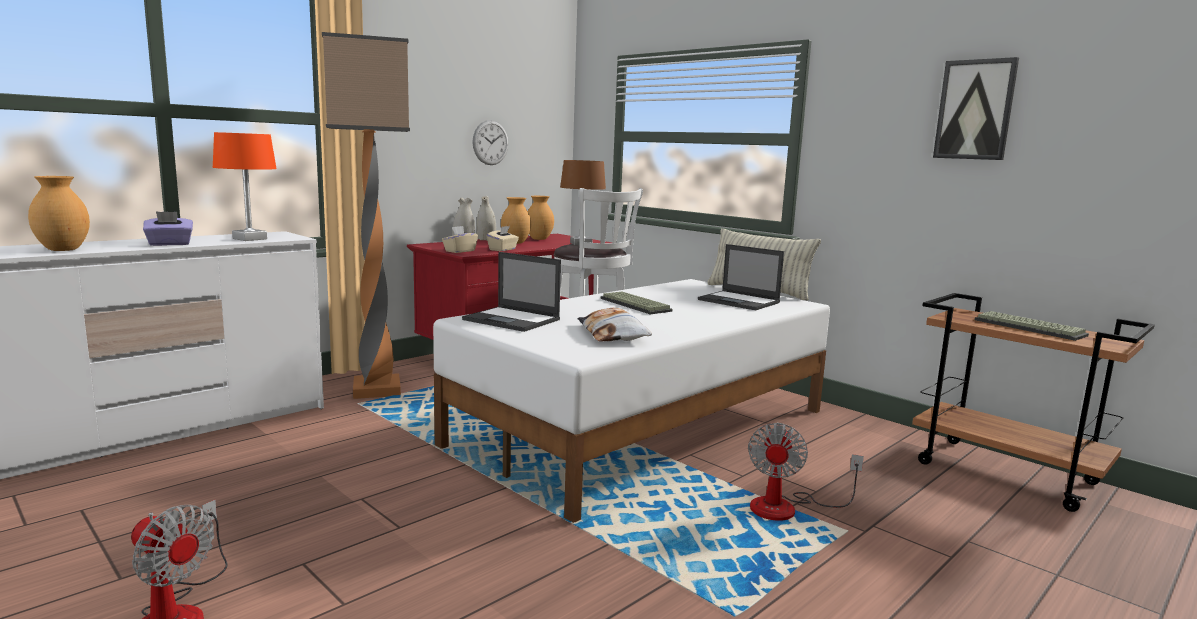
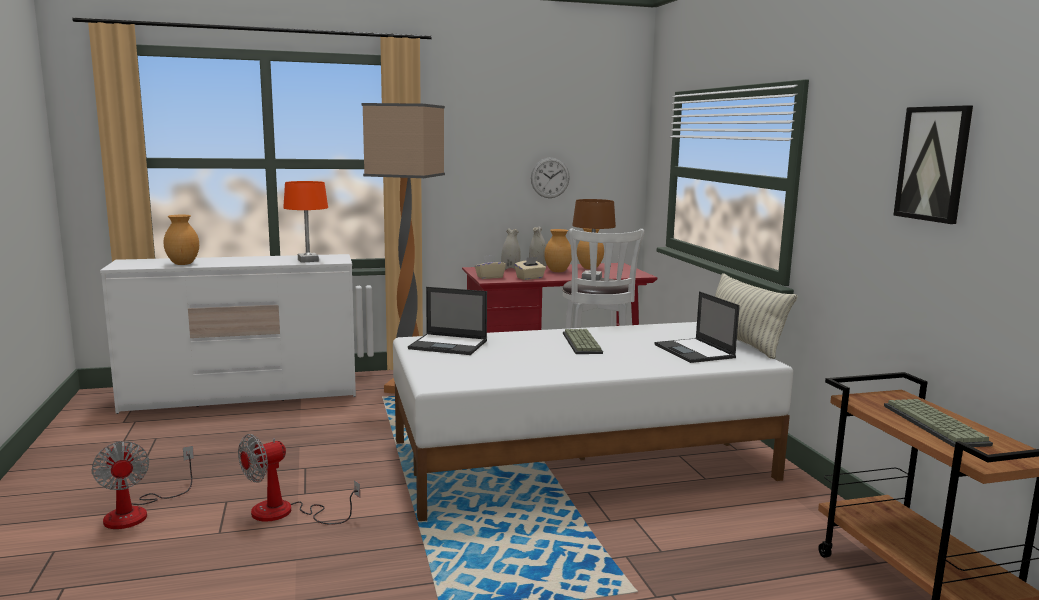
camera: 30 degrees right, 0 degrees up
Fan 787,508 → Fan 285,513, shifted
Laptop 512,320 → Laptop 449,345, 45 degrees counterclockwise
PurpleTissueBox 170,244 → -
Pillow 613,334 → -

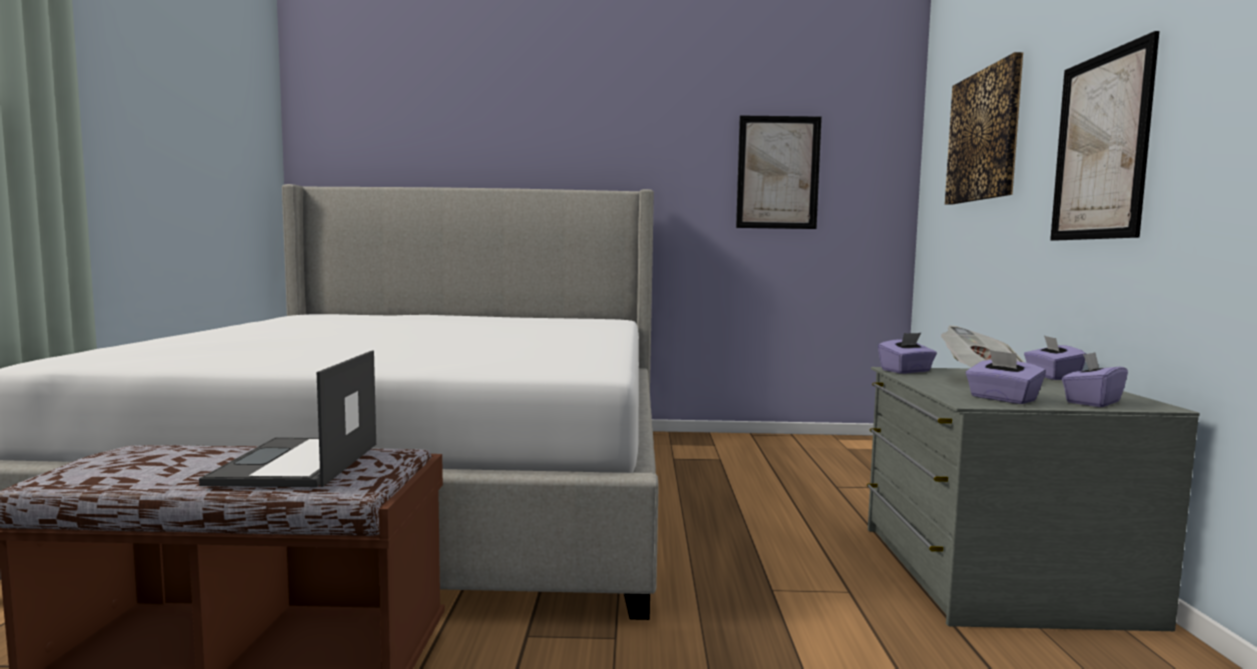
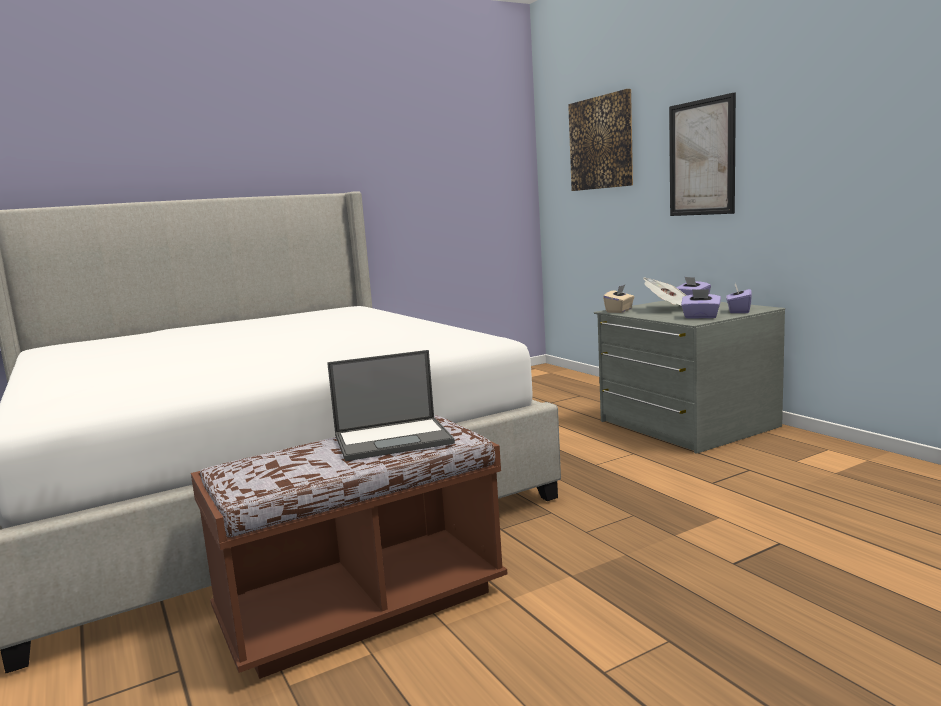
camera: 30 degrees left, 5 degrees up
Laptop 297,464 → Laptop 394,439, 75 degrees counterclockwise
PurpleTissueBox 906,371 → BeigeTissueBox 619,311
Picture 778,173 → -

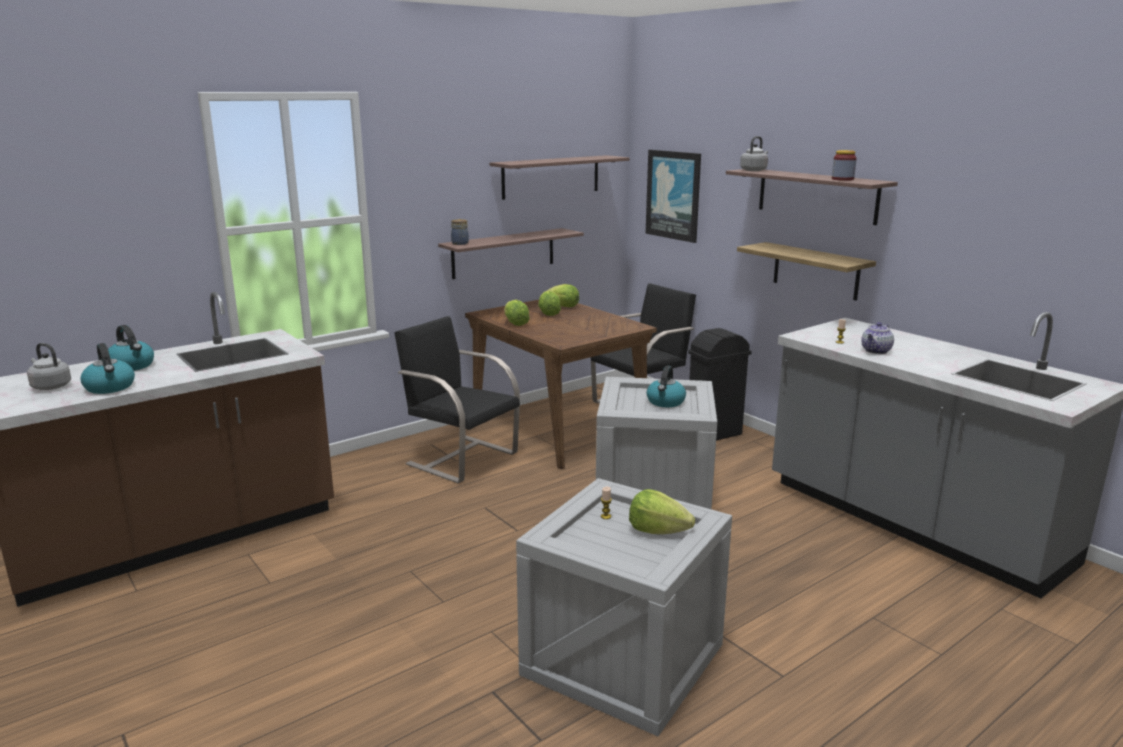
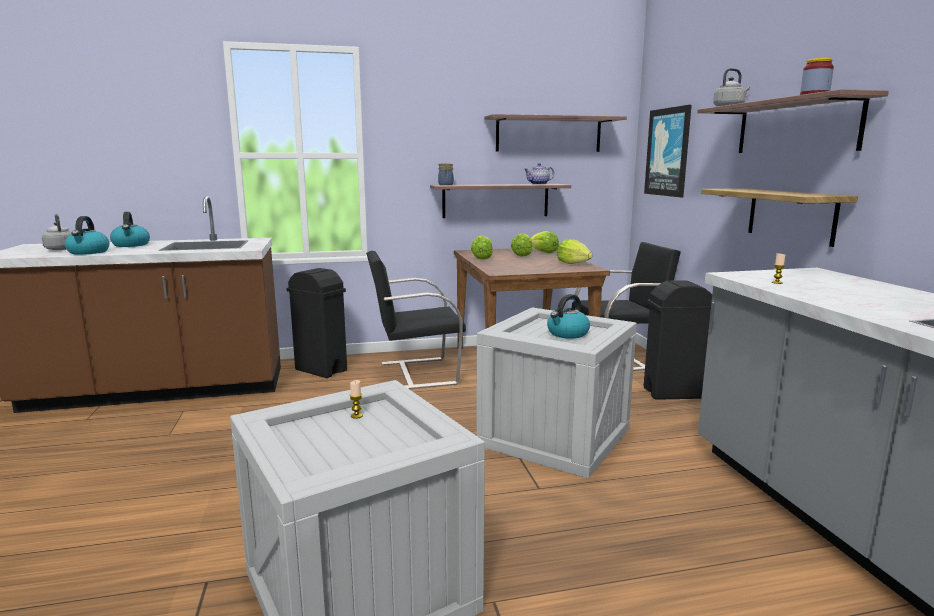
camera: 25 degrees right, 5 degrees down
- → BlackTrashCan 321,370
BlackChair 461,458 → BlackChair 416,373, 75 degrees counterclockwise
Teapot 876,351 → Teapot 538,184, shifted
Lettuce 657,530 → Lettuce 573,263, shifted

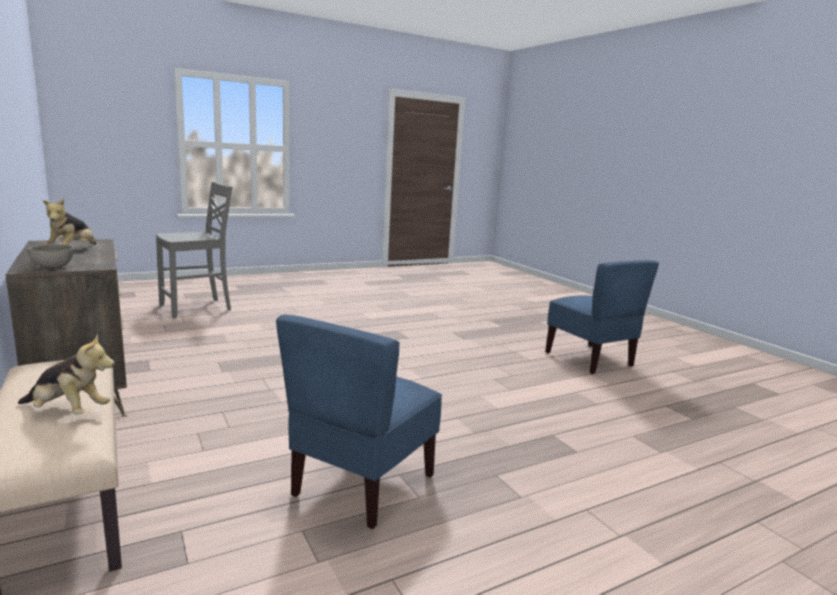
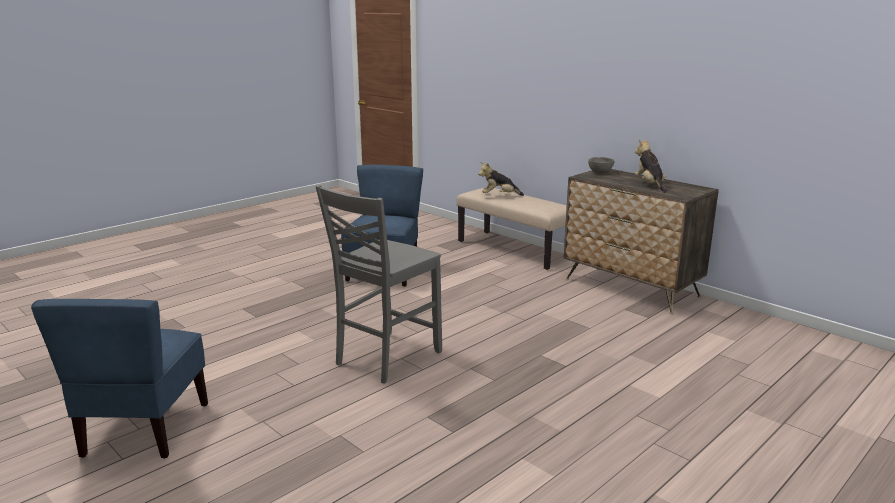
camera: 165 degrees right, 5 degrees up
BlueChair 590,359 → BlueChair 144,430, 135 degrees counterclockwise
GreyChair 197,308 → GreyChair 385,358, shifted

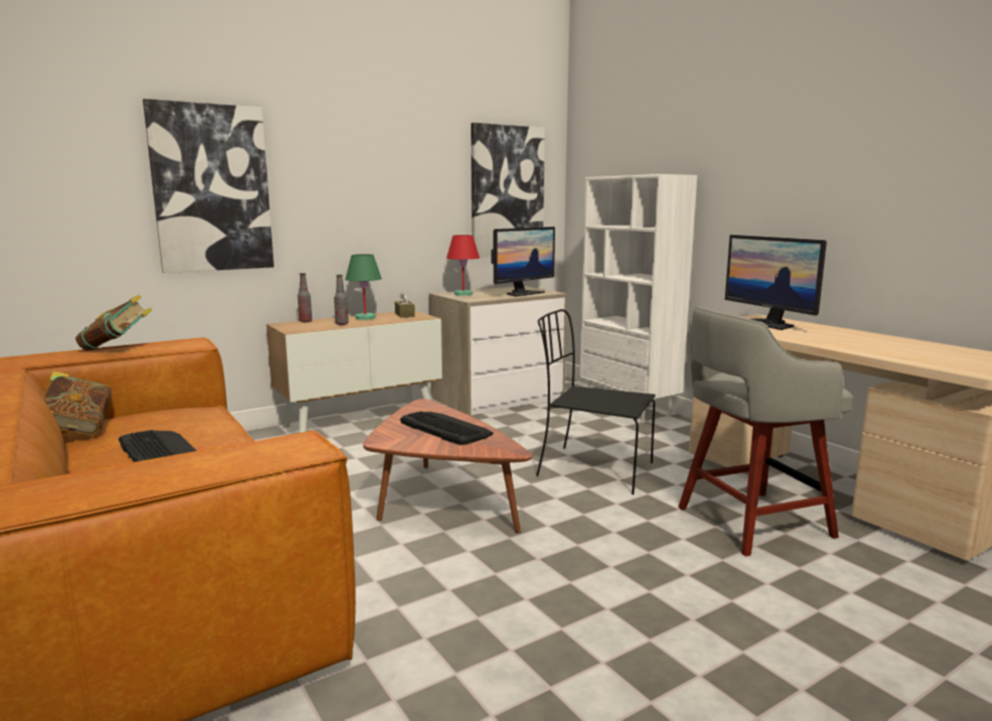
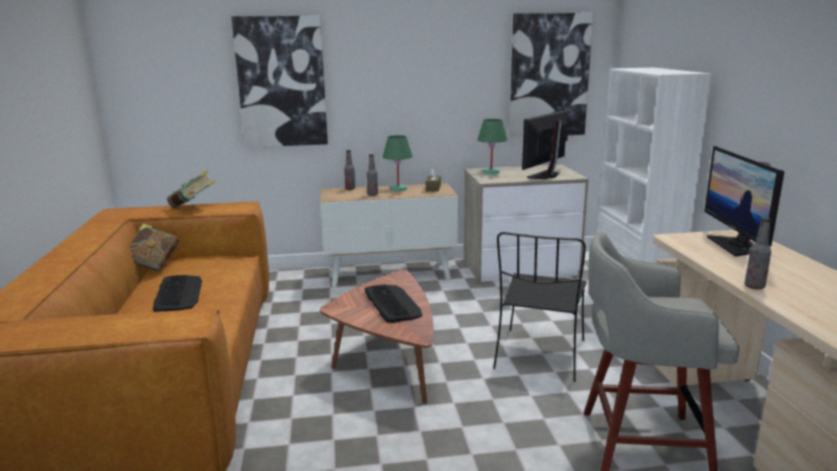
camera: 25 degrees right, 5 degrees up
RedTableLamp 463,294 → GreenTableLamp 491,172
BlackChair 592,469 → BlackChair 539,356, 120 degrees counterclockwise
Monitor 522,293 → Monitor 545,175, 150 degrees clockwise
- → Bottle 754,287

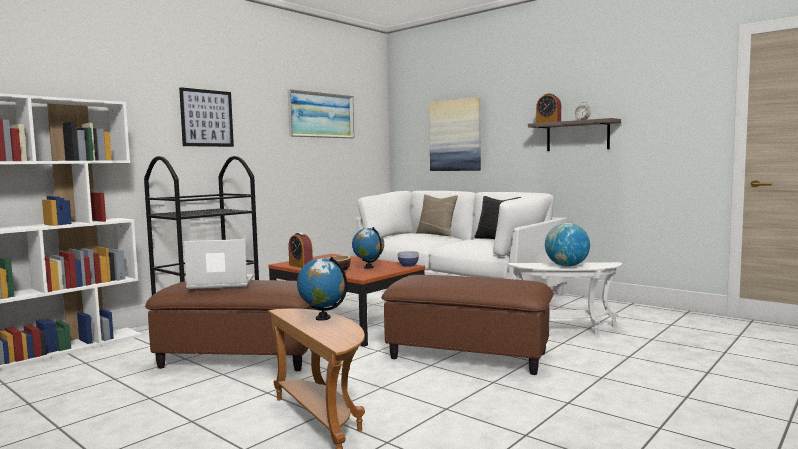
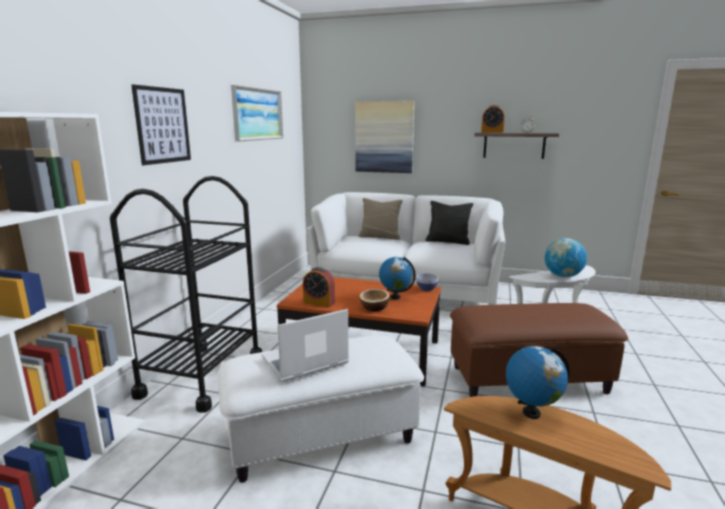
camera: 25 degrees left, 10 degrees up
BrownOttoman 239,359 → WhiteOttoman 321,438

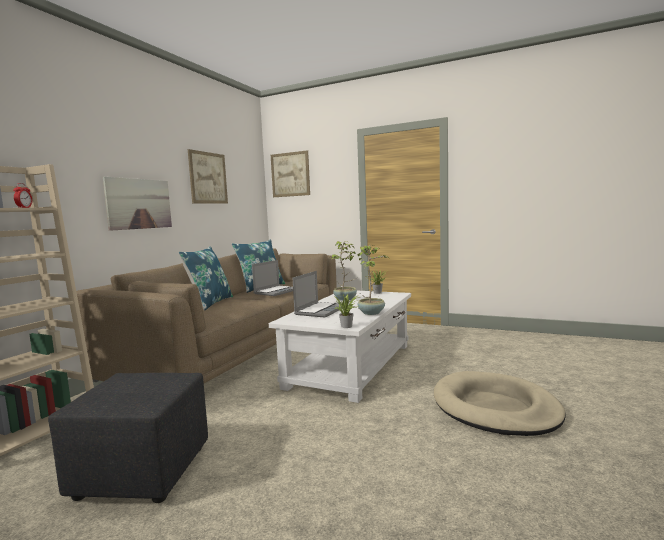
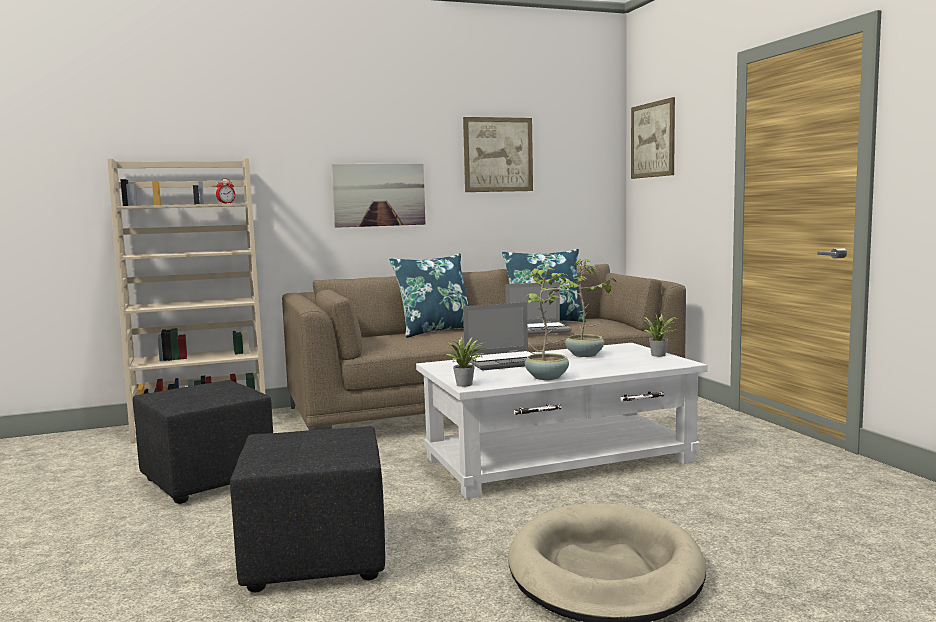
camera: 45 degrees right, 0 degrees up
- → BlackOttoman 314,559

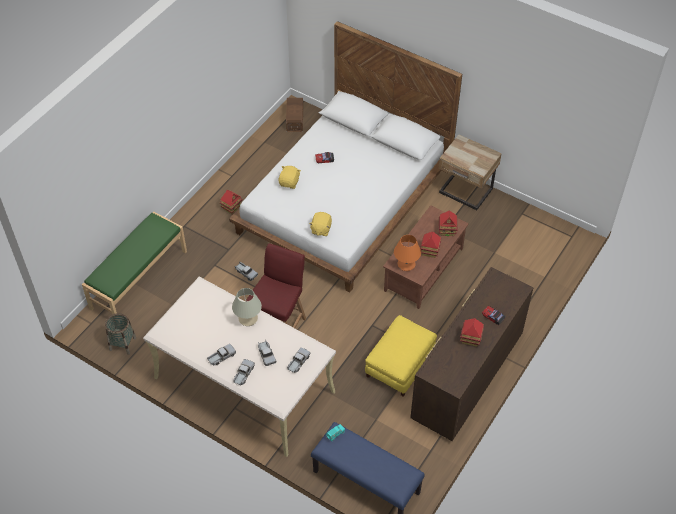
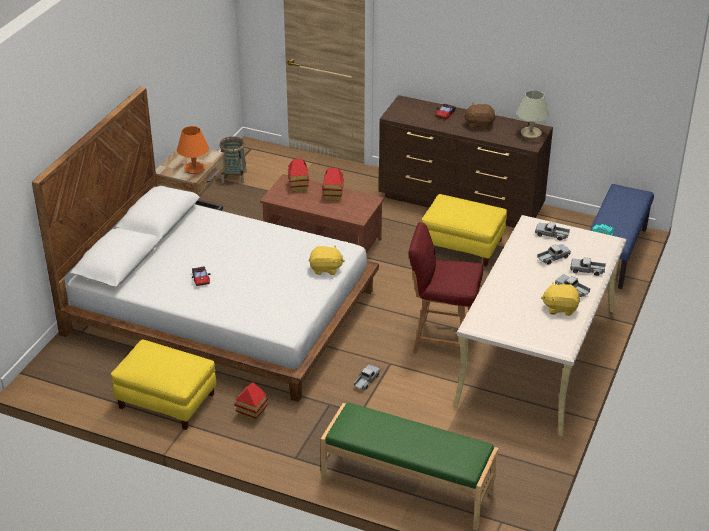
camera: 100 degrees left, 15 degrees down
- → YellowOttoman 167,400
OrangeTableLamp 406,264 → OrangeTableLamp 194,168, shifted
Basket 123,344 → Basket 234,177, shifted
ToyHouse 470,339 → BrownPlushToy 479,124
BeigeTableLamp 248,319 → BeigeTableLamp 531,133, shifted
YellowPlushToy 289,182 → YellowPlushToy 560,308, shifted
BrownStorageBox 295,120 → -

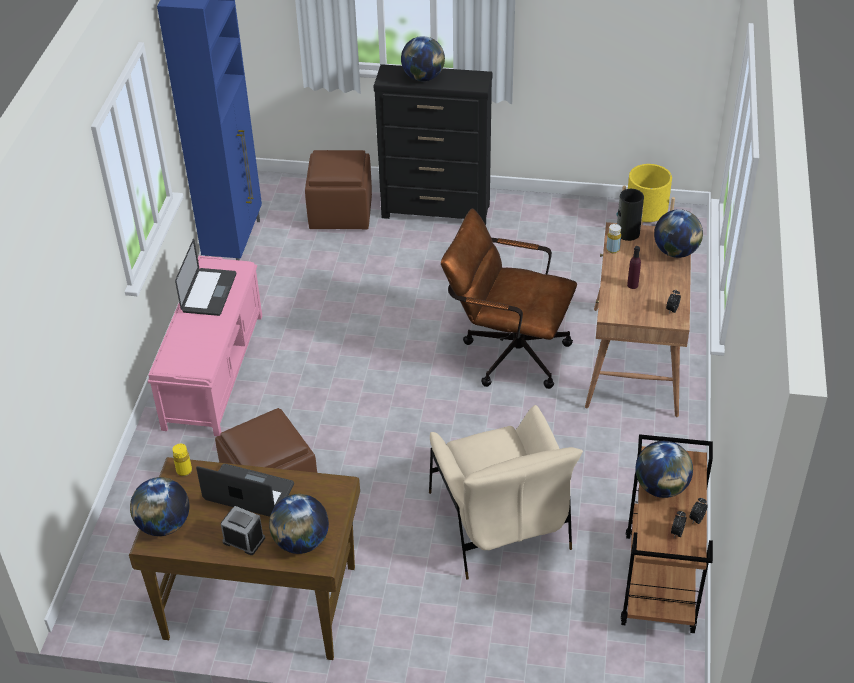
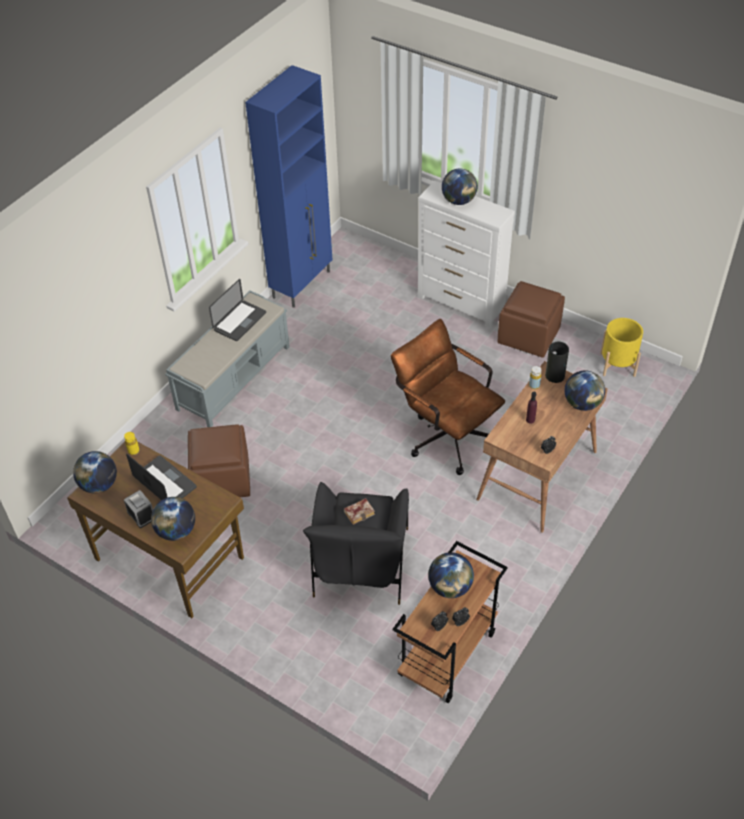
camera: 25 degrees right, 5 degrees up
PinkBench 214,369 → GreyBench 234,377
BeigeArmchair 499,522 → BlackArmchair 361,563
- → Book 360,512
BlackDresser 436,211 → WhiteDresser 461,304
BrownOttoman 341,212 → BrownOttoman 529,335, shifted

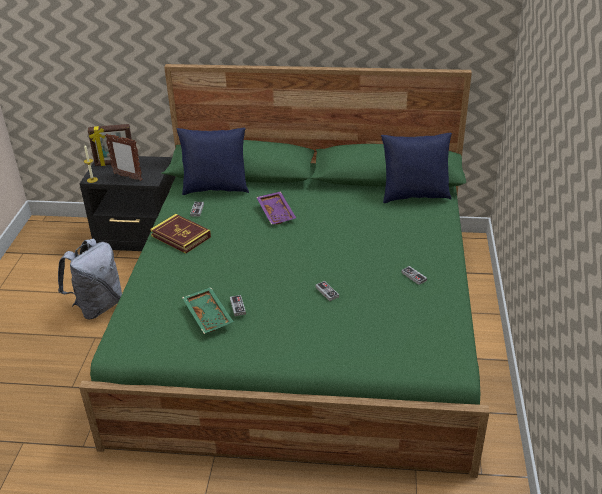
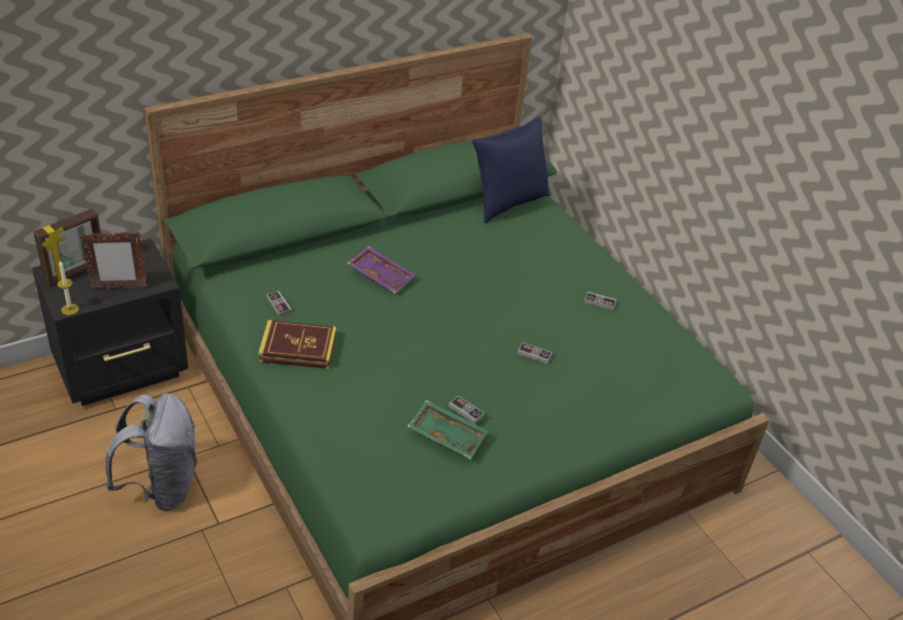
camera: 40 degrees left, 5 degrees up
BluePillow 215,188 → -

